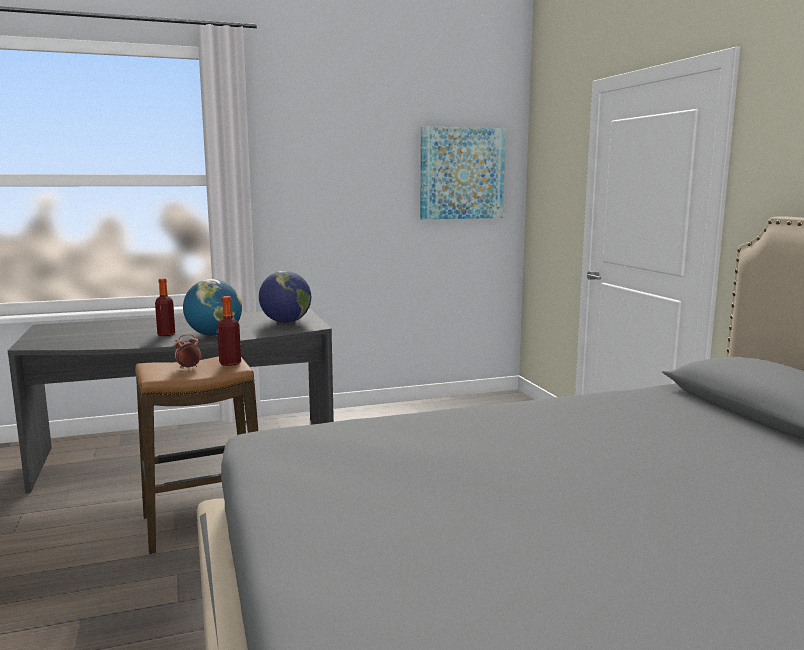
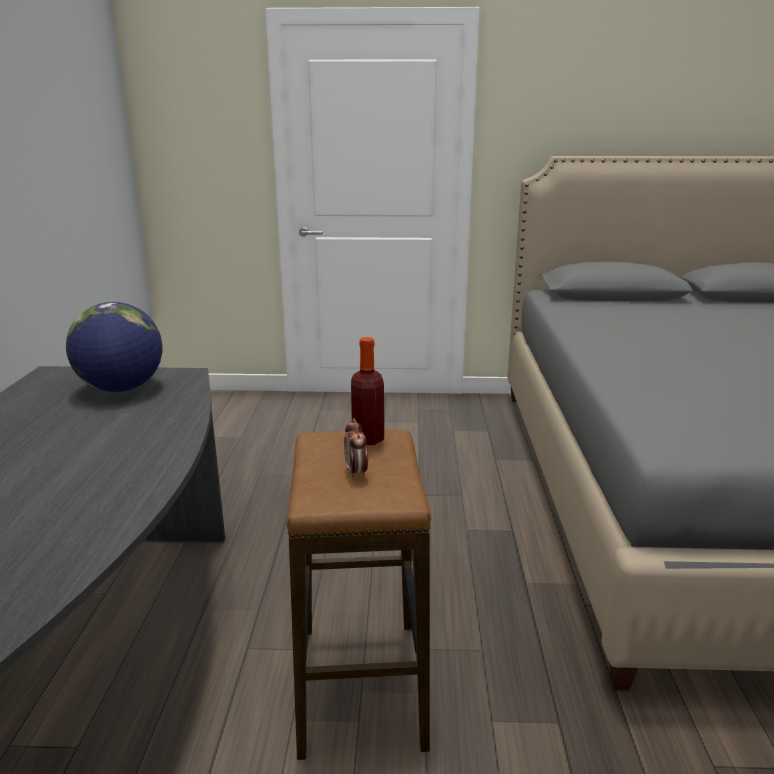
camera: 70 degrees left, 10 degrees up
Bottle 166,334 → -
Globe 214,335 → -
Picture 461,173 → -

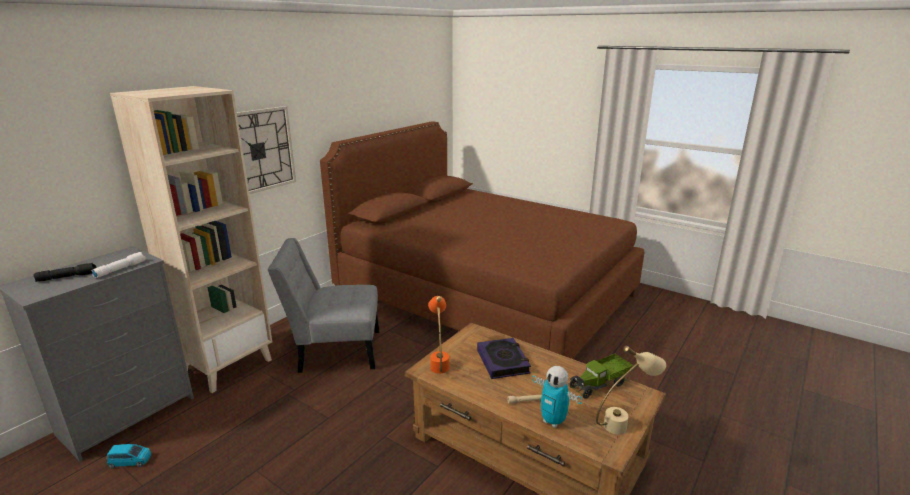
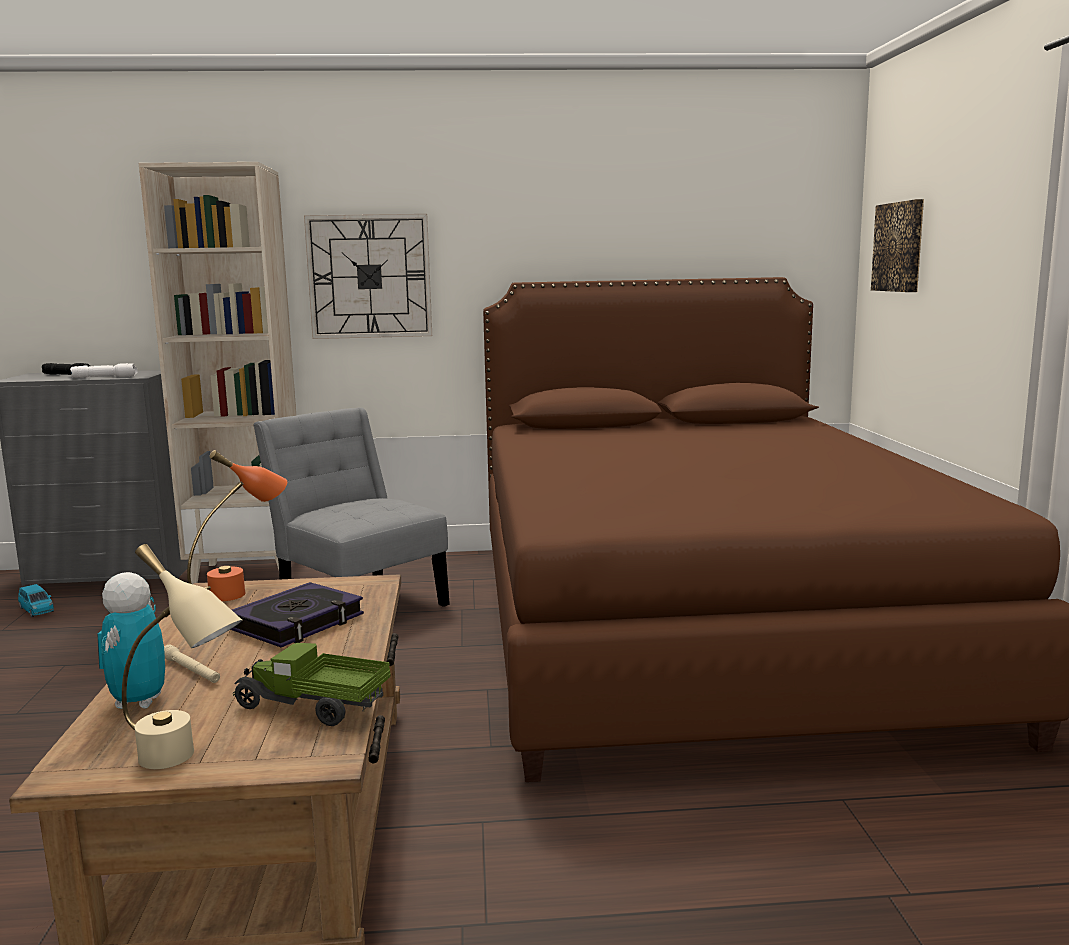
camera: 50 degrees right, 10 degrees down
- → Picture 899,247

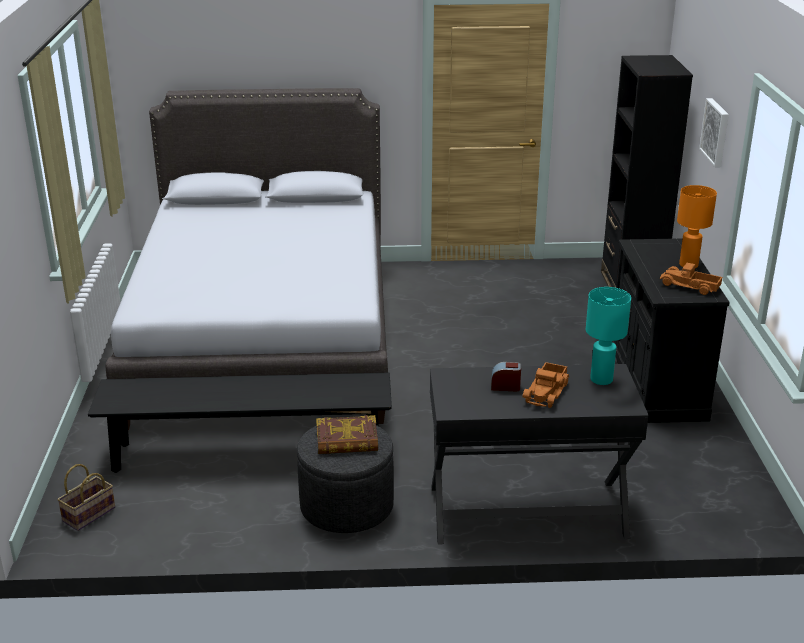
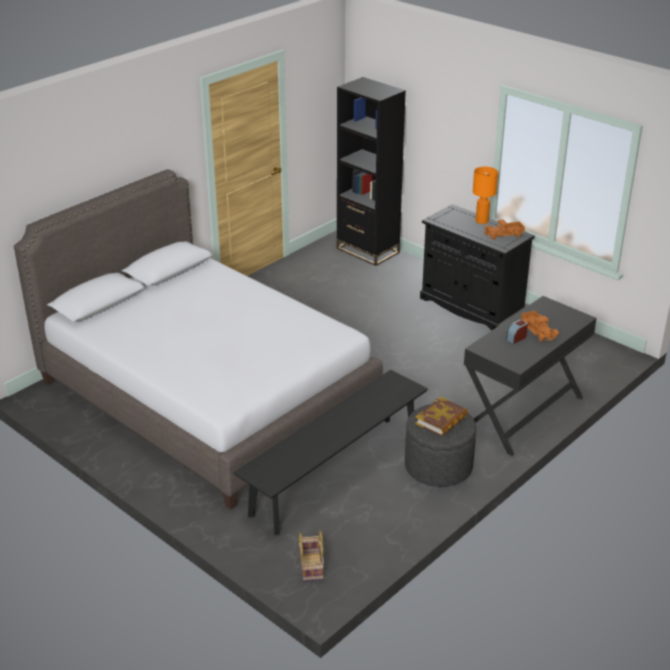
camera: 45 degrees left, 5 degrees up
TurquoiseTableLamp 601,379 → -
Picture 716,132 → -

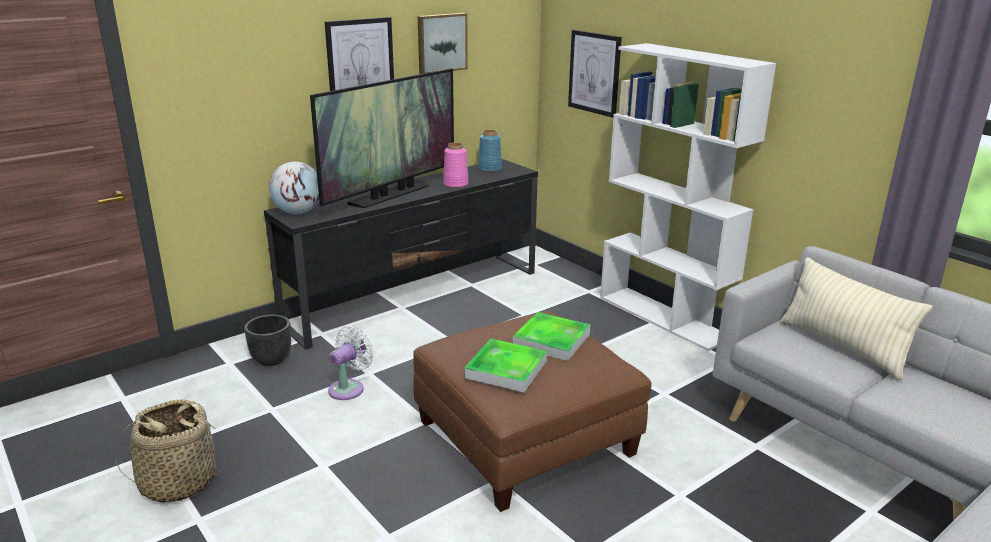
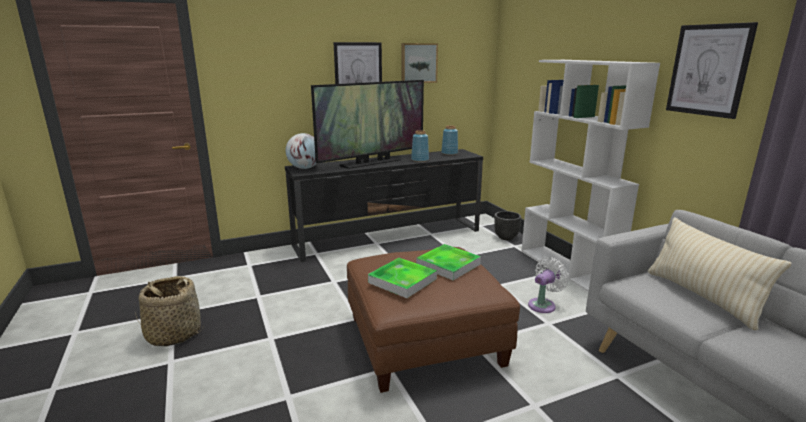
camera: 15 degrees right, 5 degrees down
PinkVase 456,184 → BlueVase 420,160
BlackPlanter 271,359 → BlackPlanter 505,237, shifted
WhiteFan 349,388 → WhiteFan 543,305, shifted
Picture 594,73 → Picture 708,70, shifted

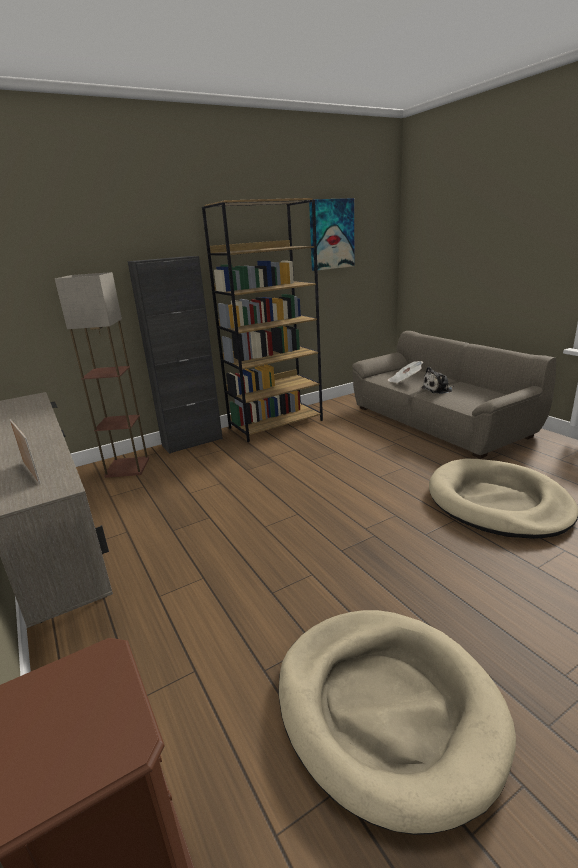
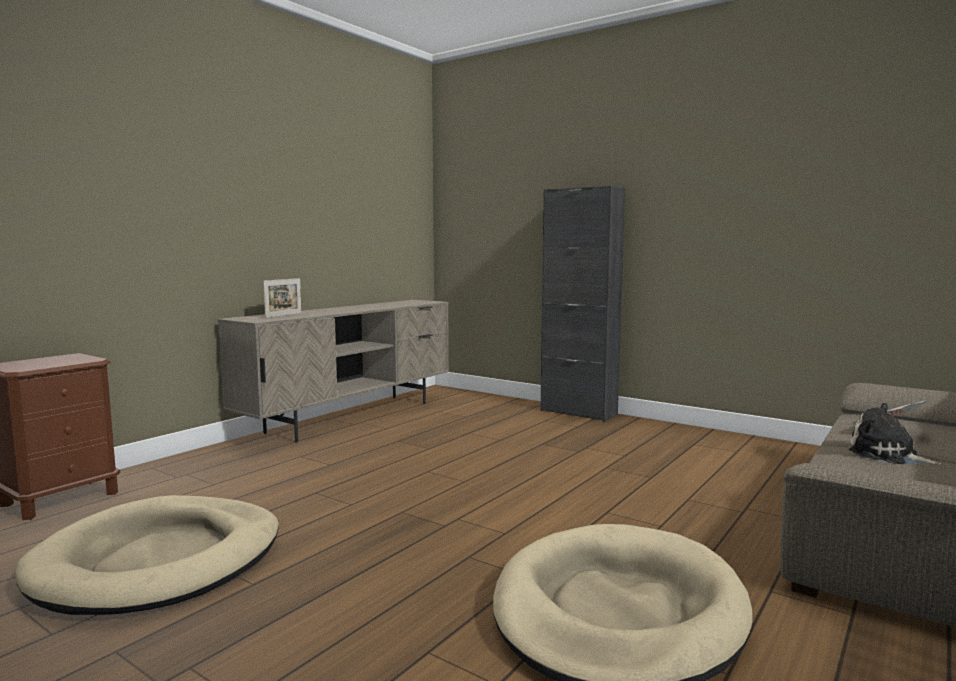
camera: 65 degrees right, 15 degrees down
FloorLamp 127,467 → -
BrownBookcase 276,424 → -
Picture 331,234 → -

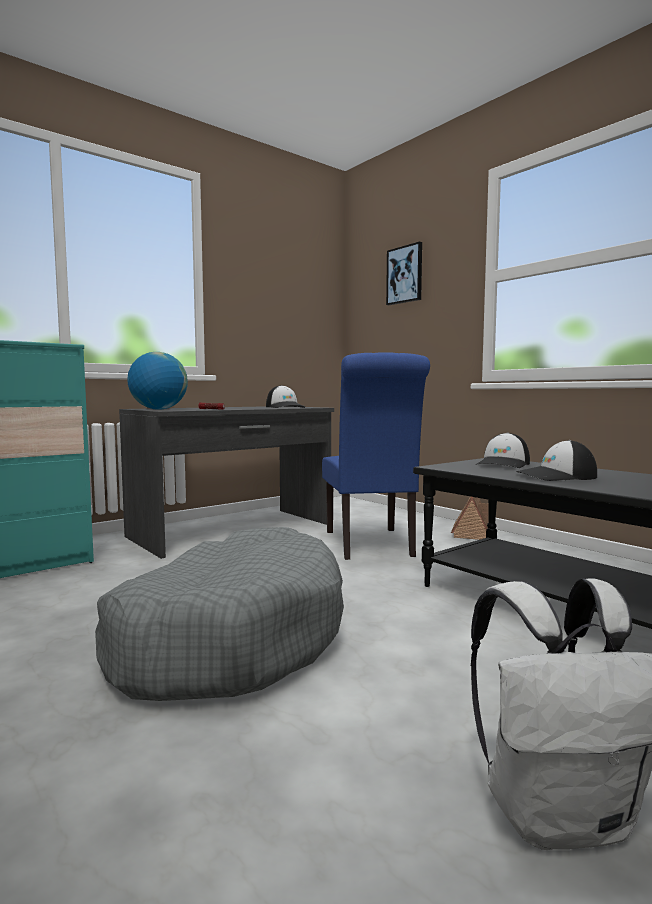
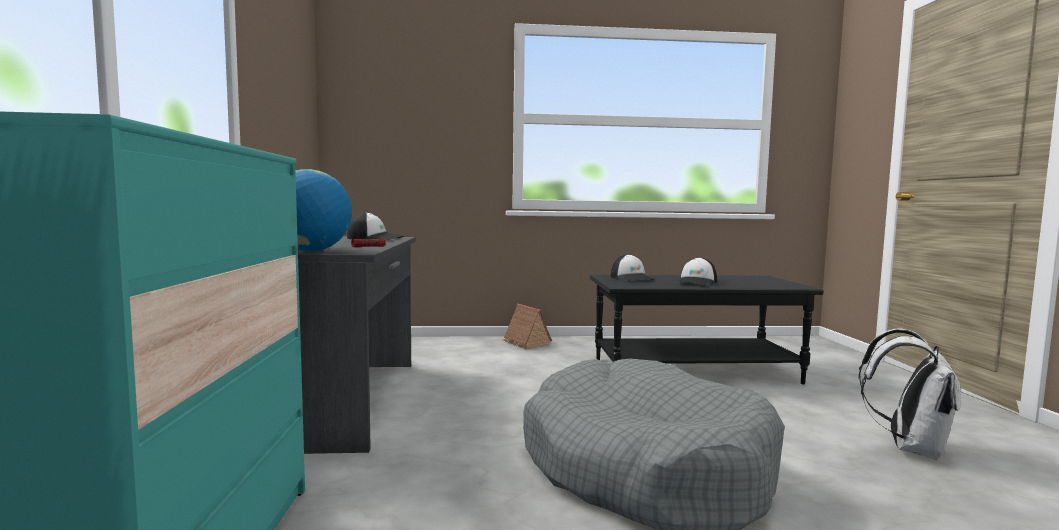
camera: 55 degrees left, 0 degrees up
BlueChair 371,545 → -
Picture 405,275 → -

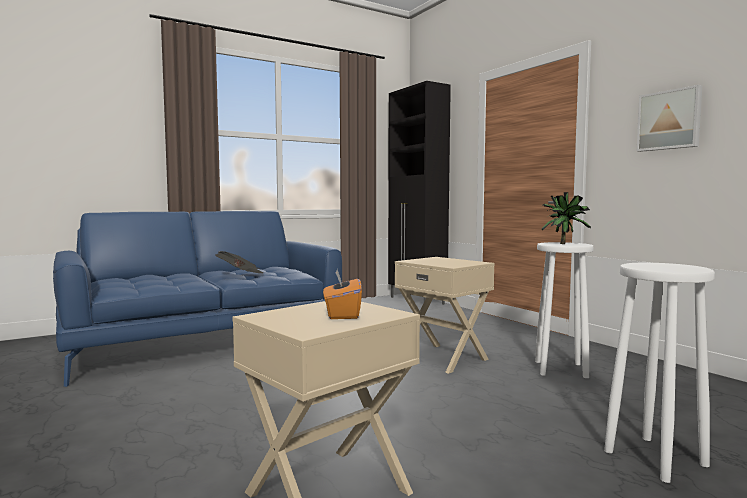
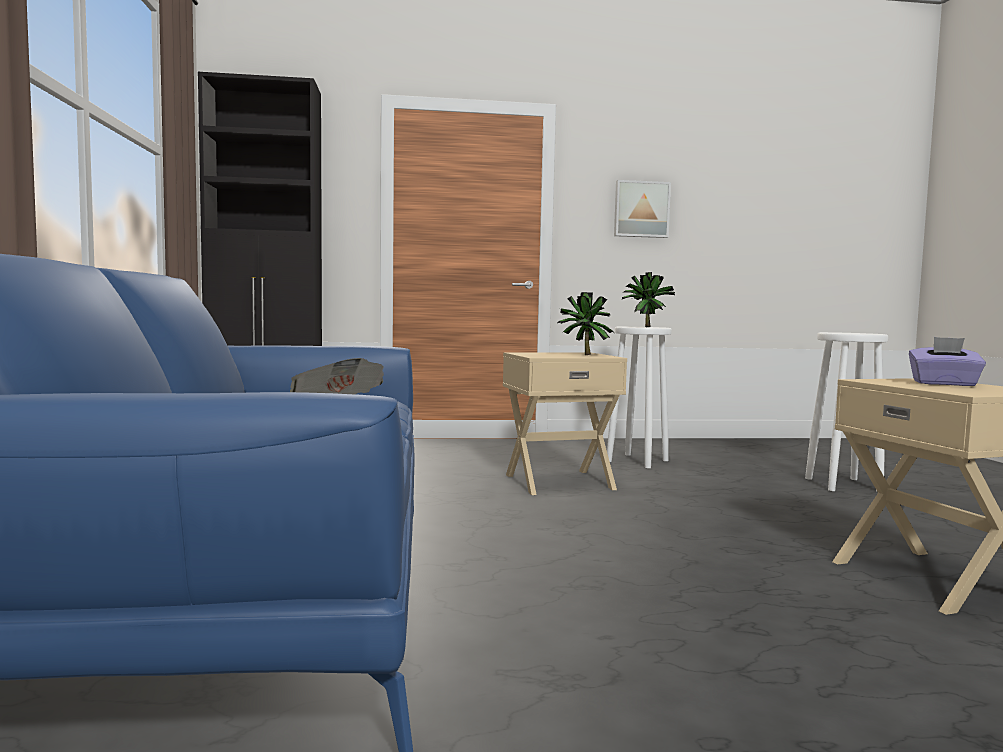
camera: 65 degrees left, 0 degrees up
- → PottedPlant 583,355
OrangeTissueBox 342,314 → PurpleTissueBox 944,384

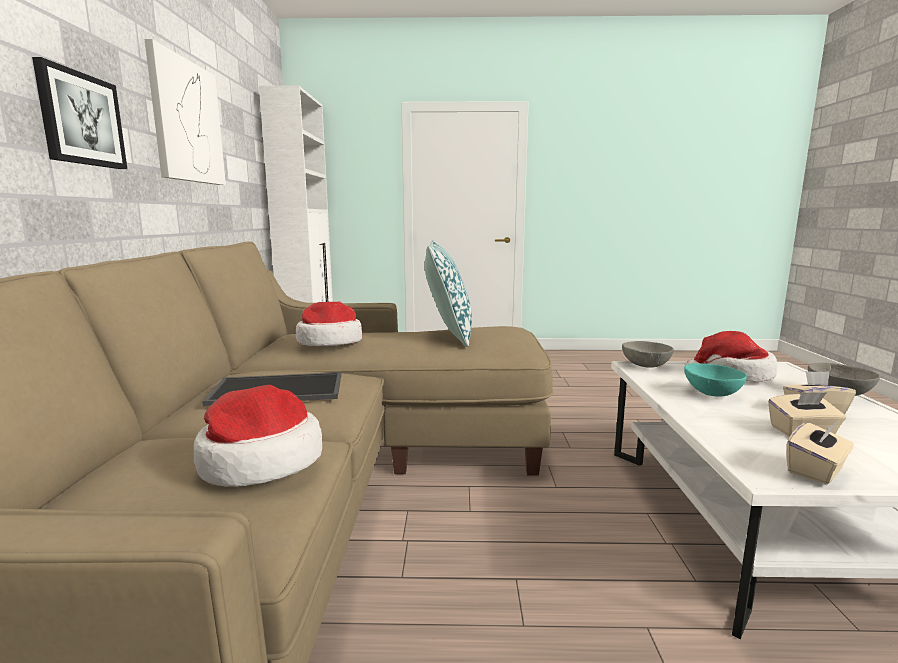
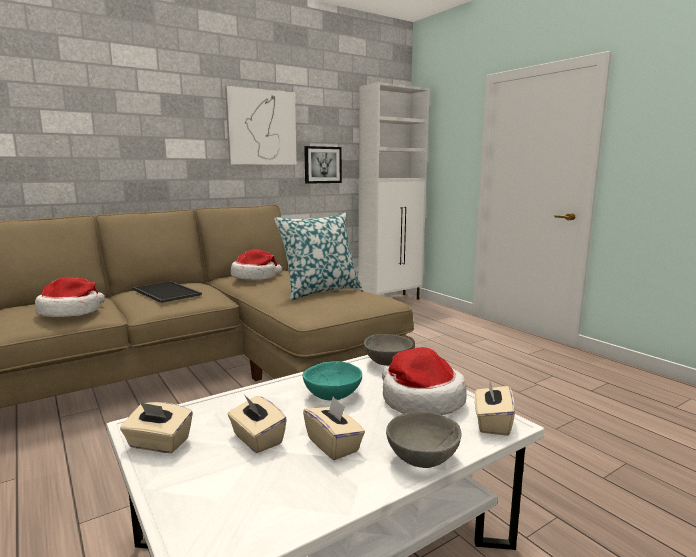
camera: 55 degrees right, 0 degrees up
Picture 81,119 → Picture 322,165, shifted
- → BeigeTissueBox 492,423

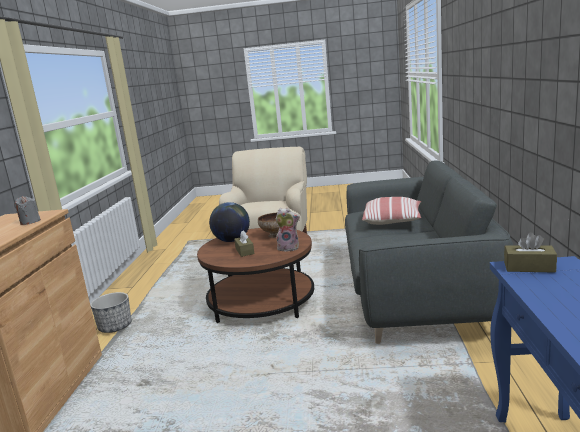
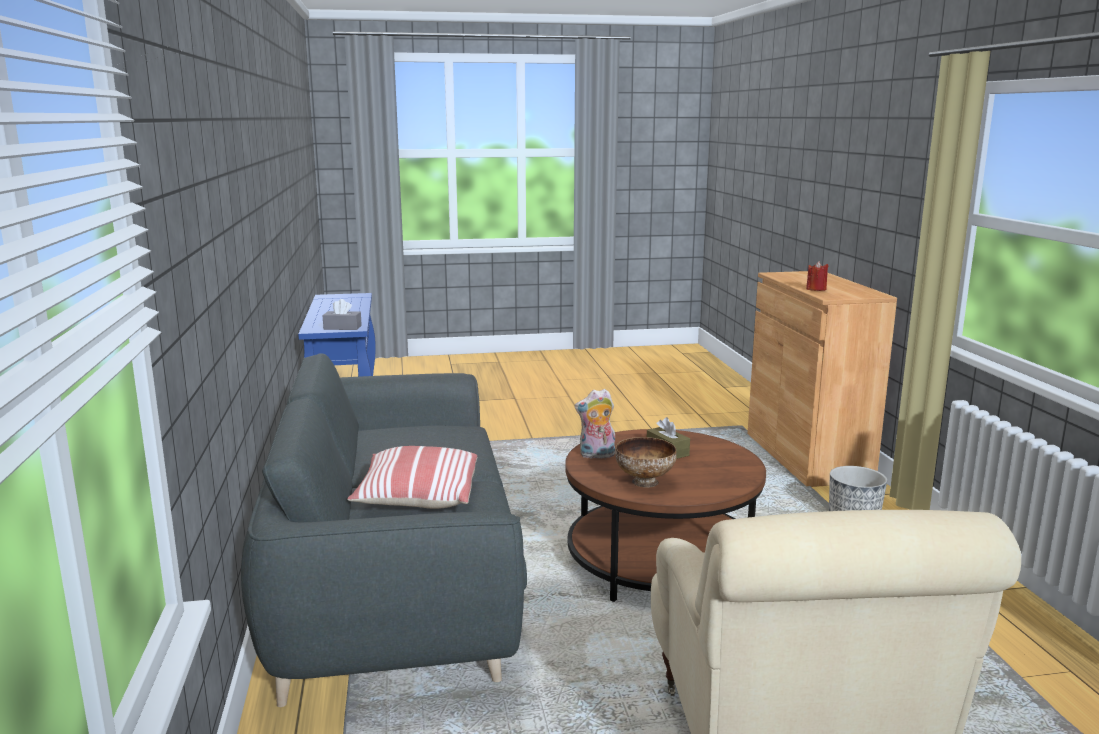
camera: 165 degrees right, 0 degrees up
BrownTissueBox 529,267 → GreyTissueBox 342,327
GreyCandle 30,222 → RedCandle 816,289
Globe 232,240 → -

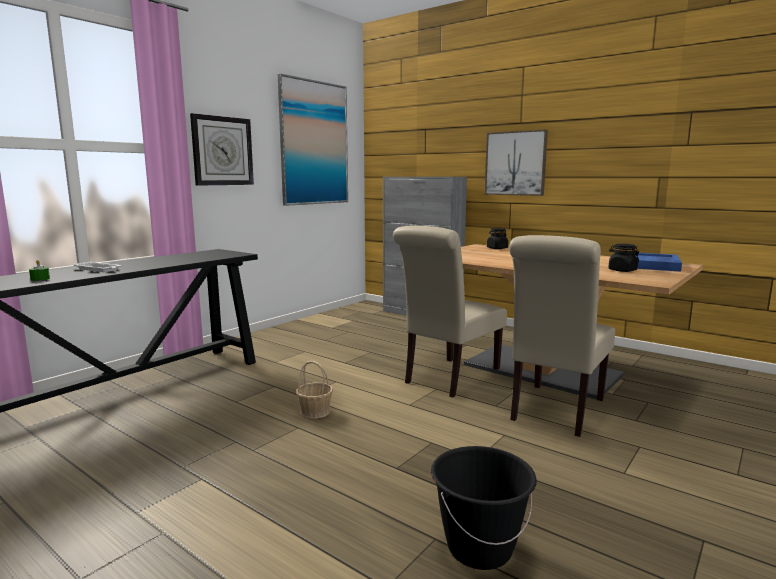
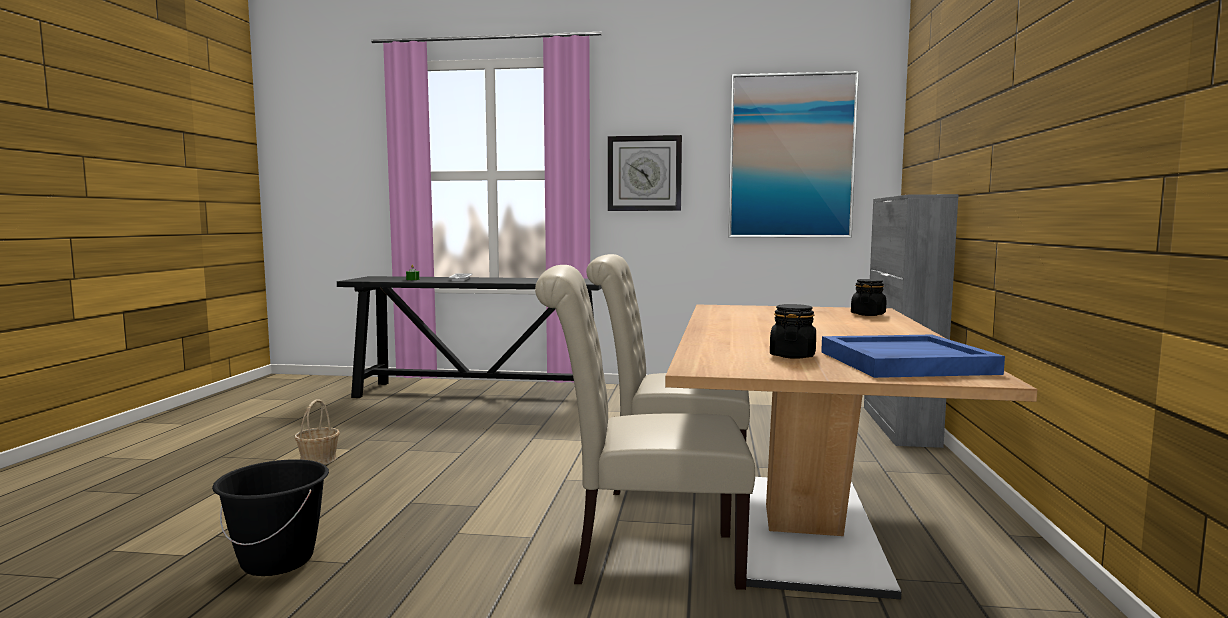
camera: 60 degrees right, 5 degrees down
Basket 315,411 → Basket 318,460, shifted
Picture 515,163 → -

